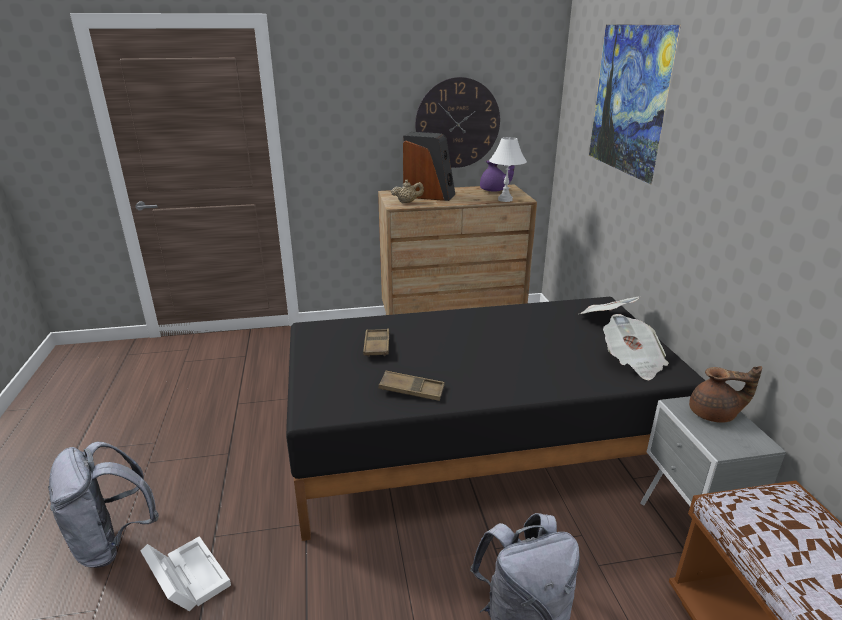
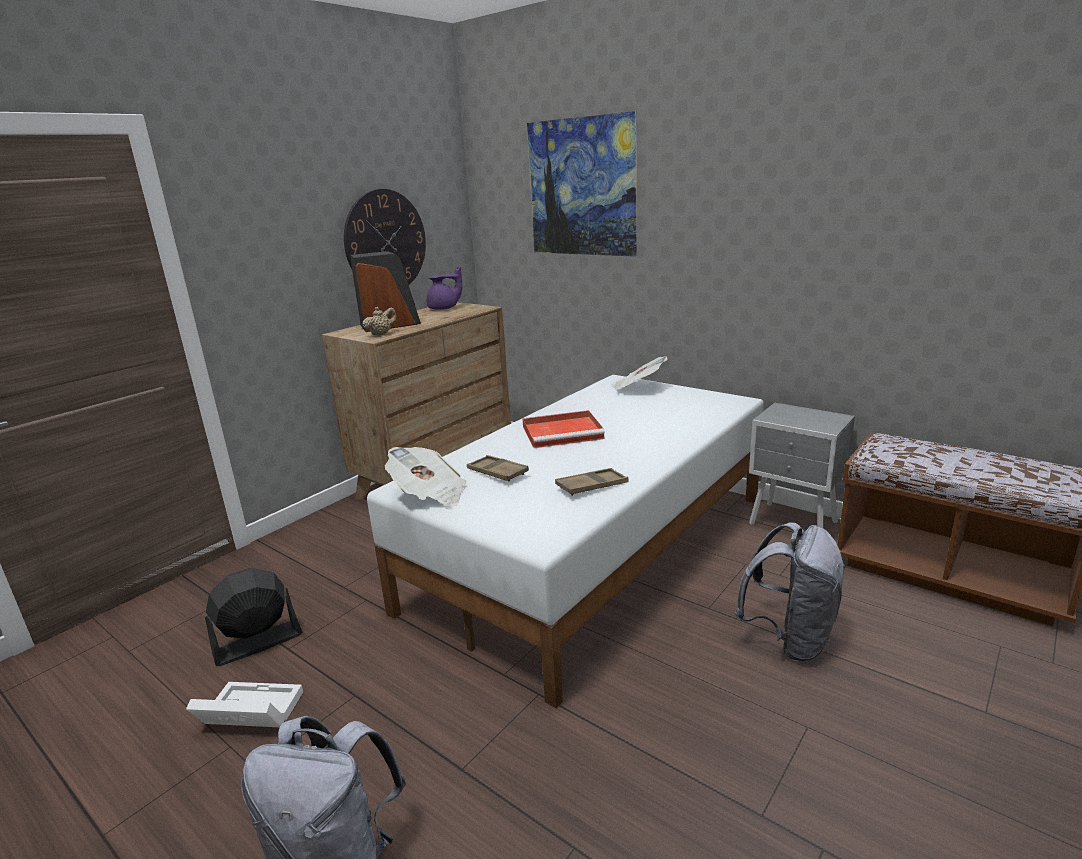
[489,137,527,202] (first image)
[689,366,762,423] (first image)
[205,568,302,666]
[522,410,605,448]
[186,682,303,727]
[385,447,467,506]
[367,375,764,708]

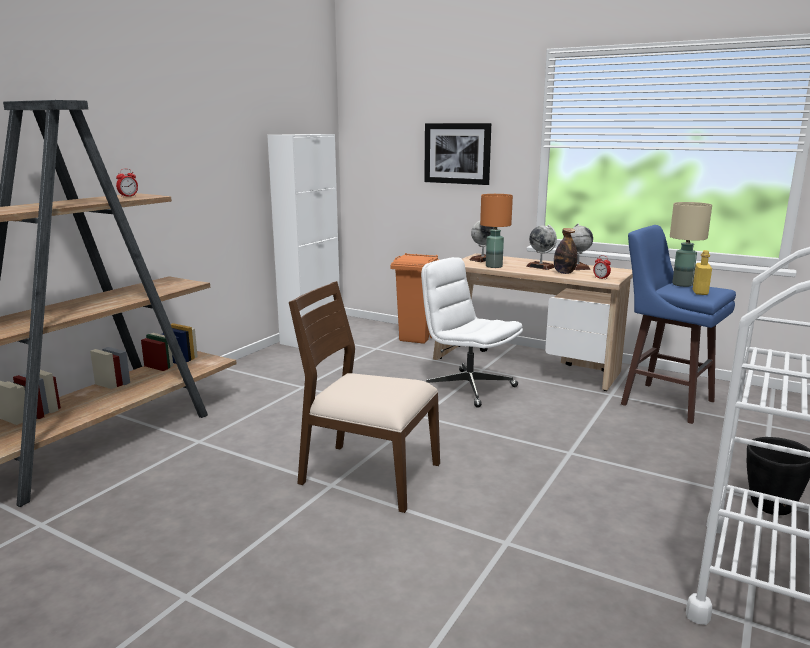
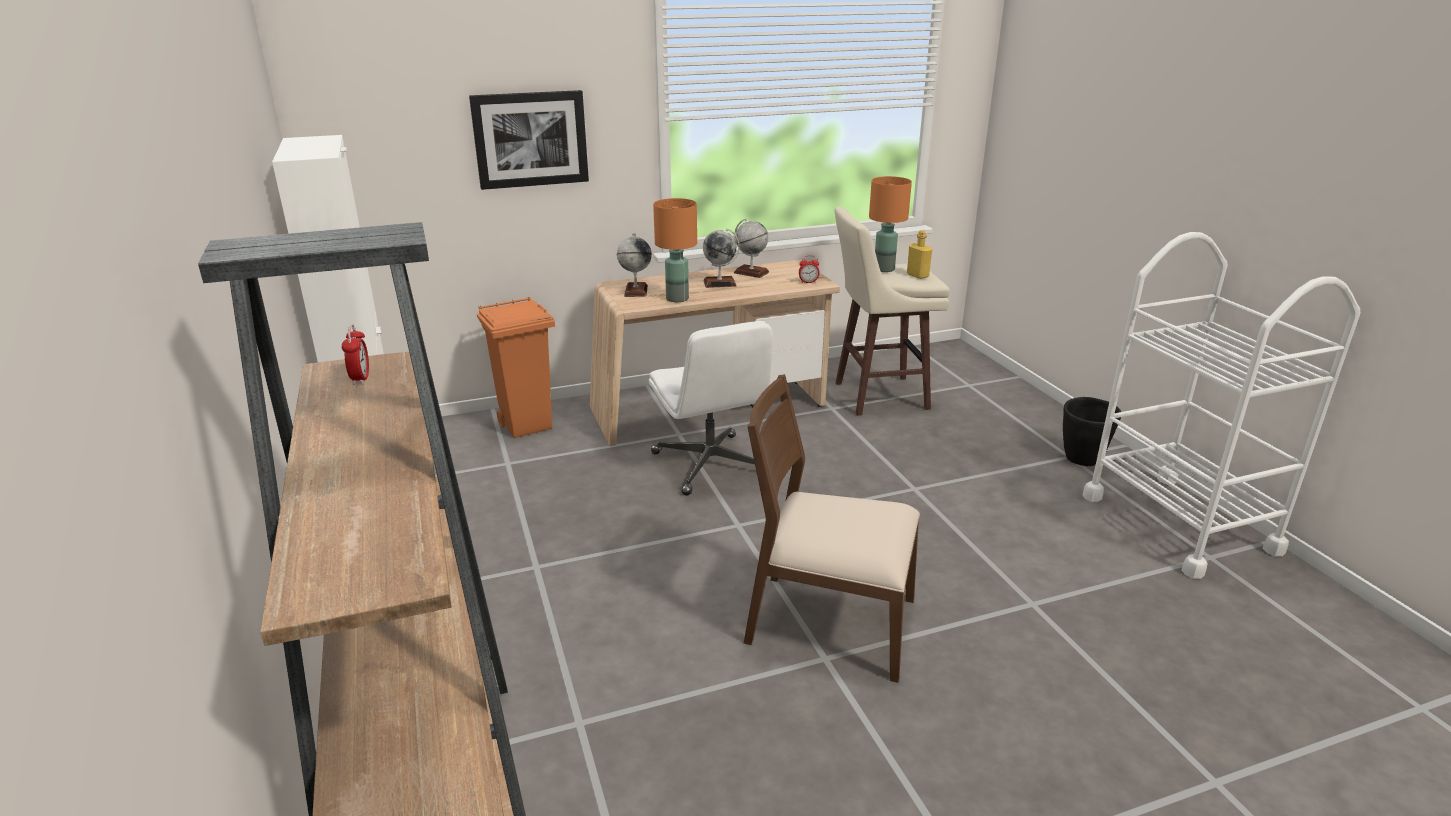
[554,228,578,274] (first image)
[835,207,950,416]
[869,176,912,272]
[744,374,920,683]
[649,321,773,496]

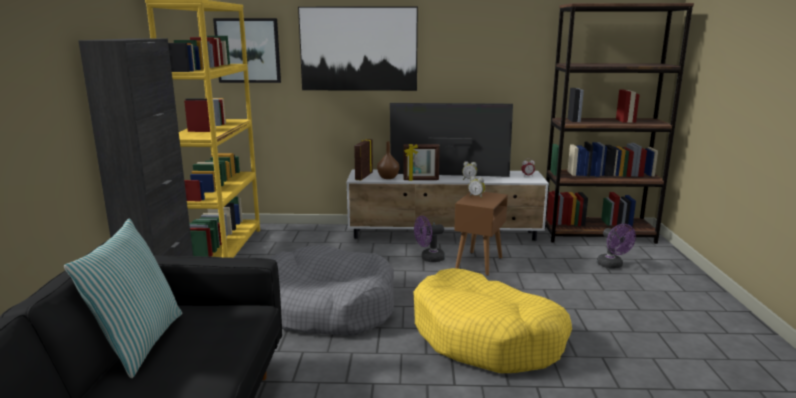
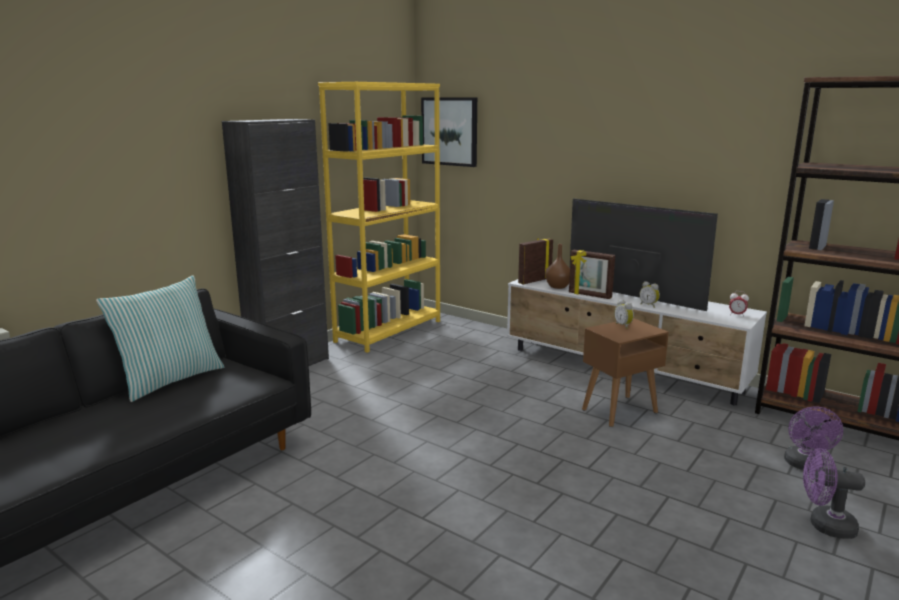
[269,245,394,335] (first image)
[298,7,418,91] (first image)
[413,268,572,373] (first image)
[803,448,865,539]

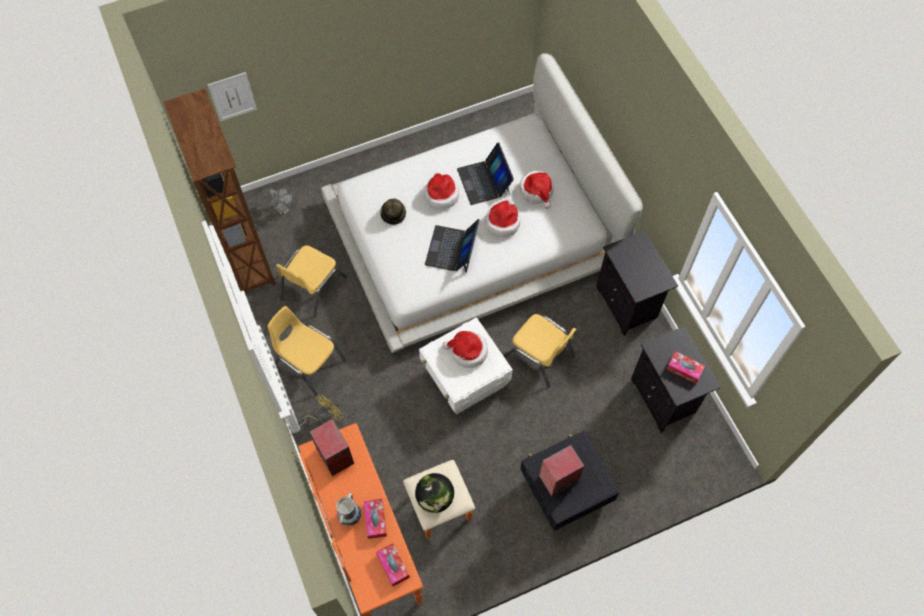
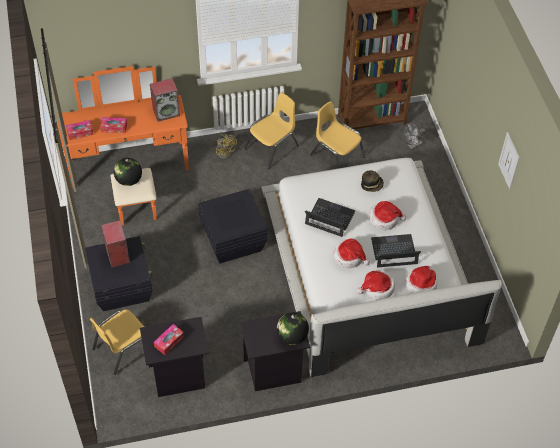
[336,493,361,526] (first image)
[277,312,309,345]
[498,132,520,189]
[405,266,437,293]
[90,310,144,375]
[198,189,267,264]

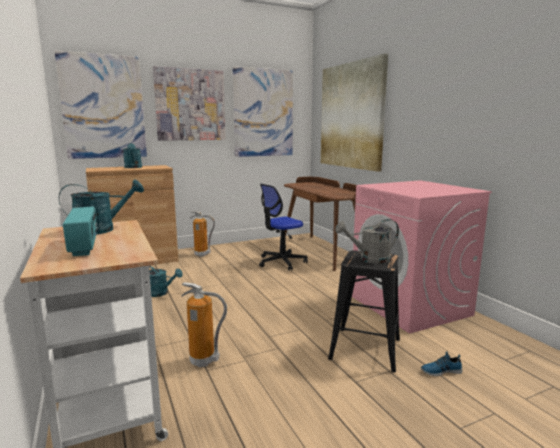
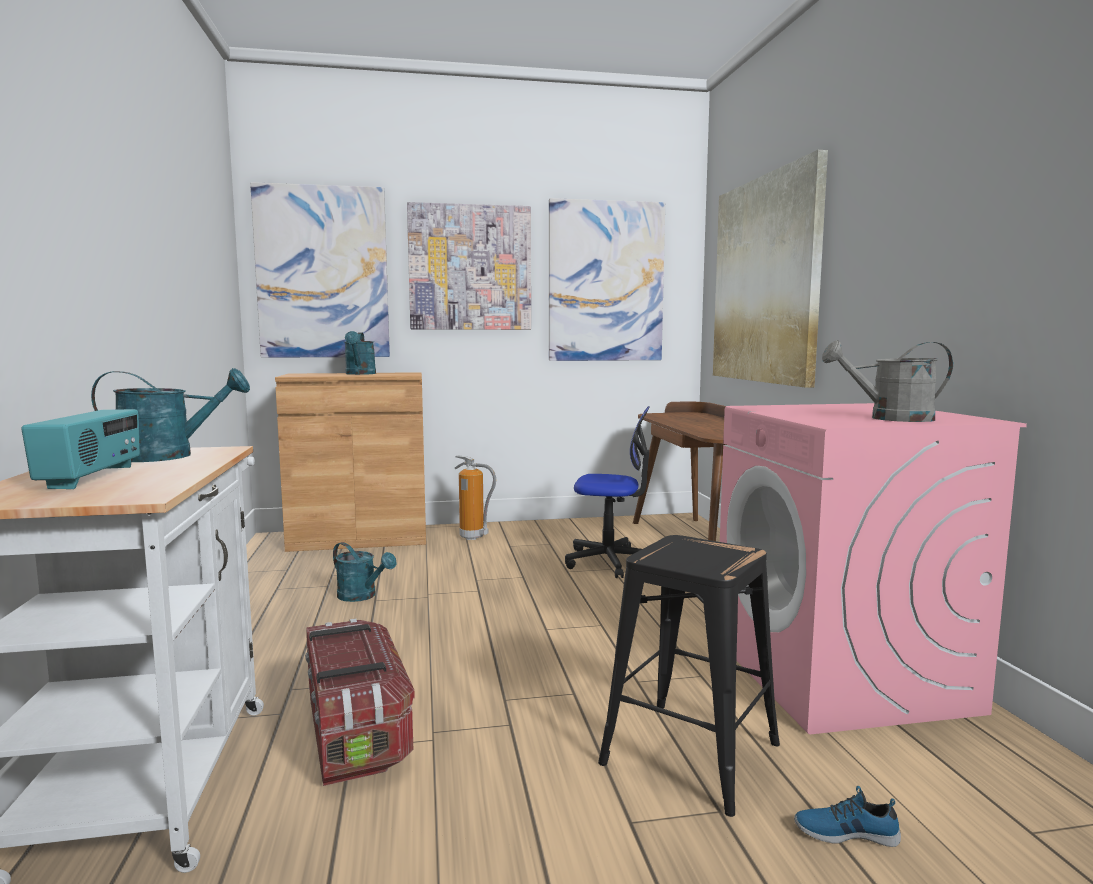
[822,340,953,422]
[305,618,415,786]
[565,406,650,578]

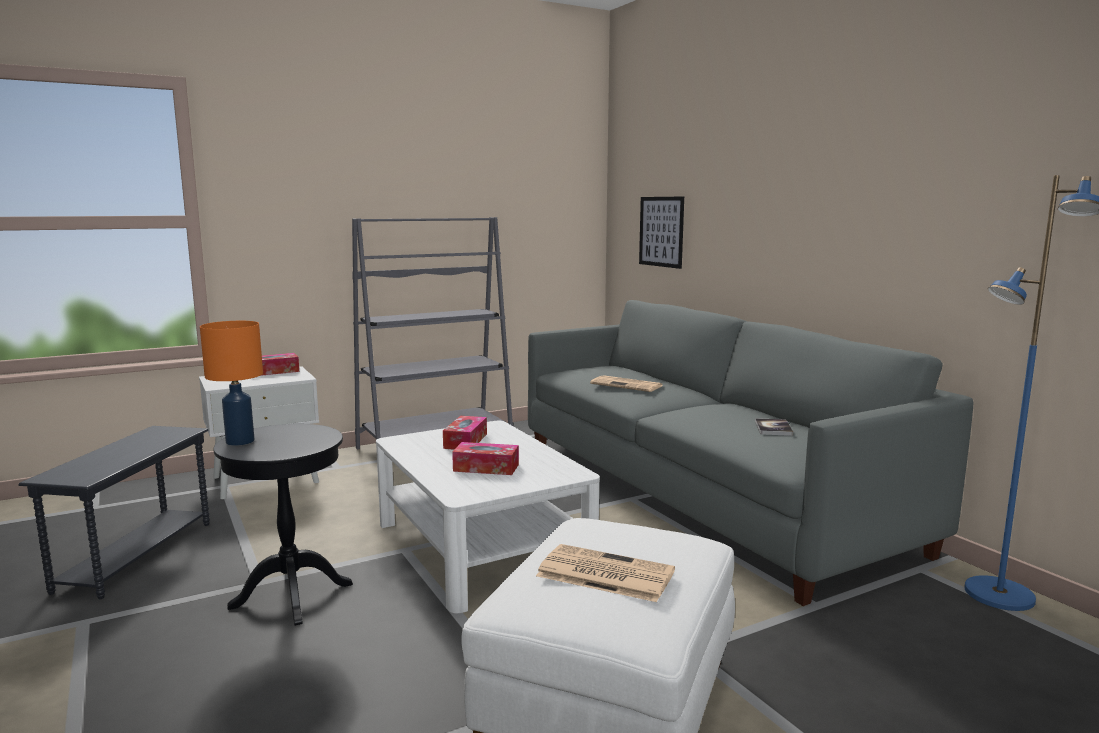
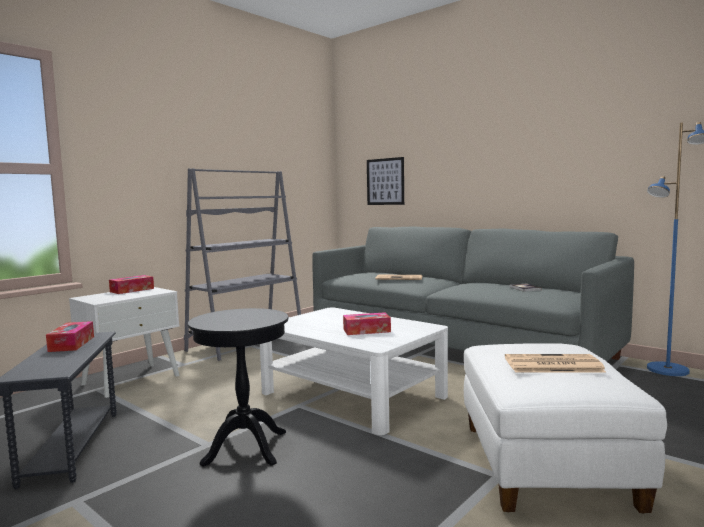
[200,321,263,446] (first image)
[46,321,94,352]

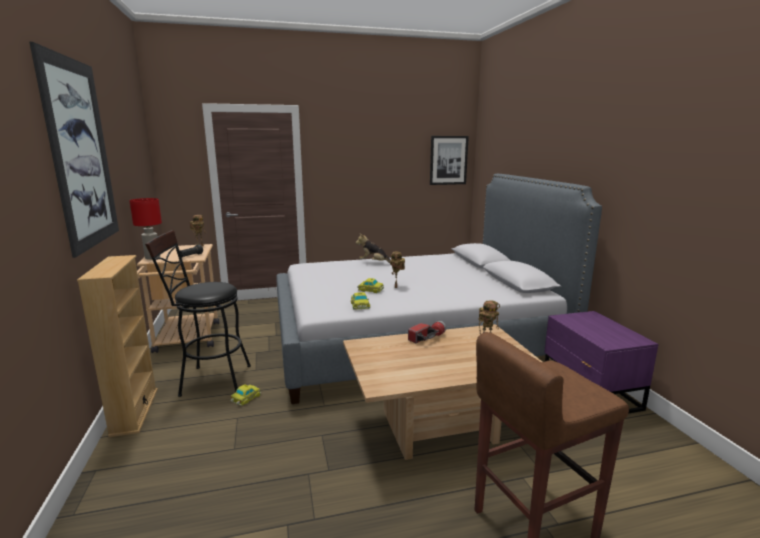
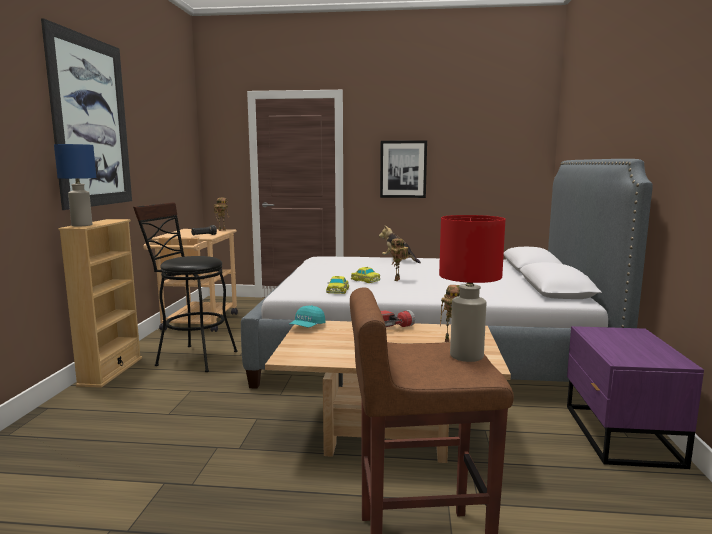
[230,385,261,406] (first image)
[54,144,96,226]
[290,305,326,328]
[439,215,505,362]
[380,140,427,198]

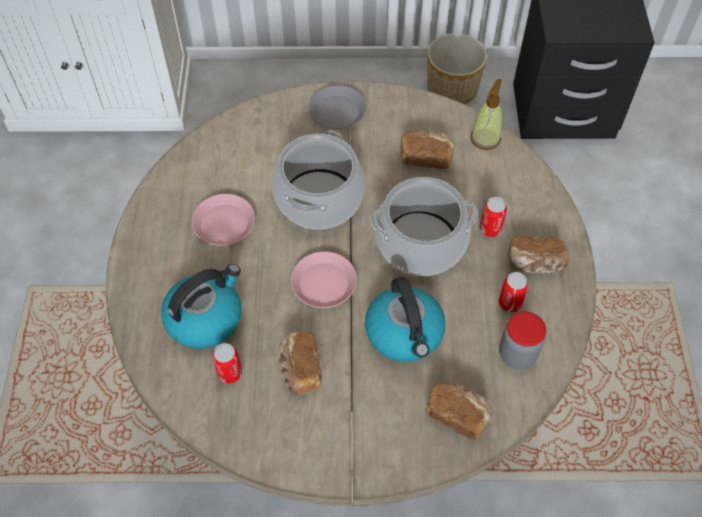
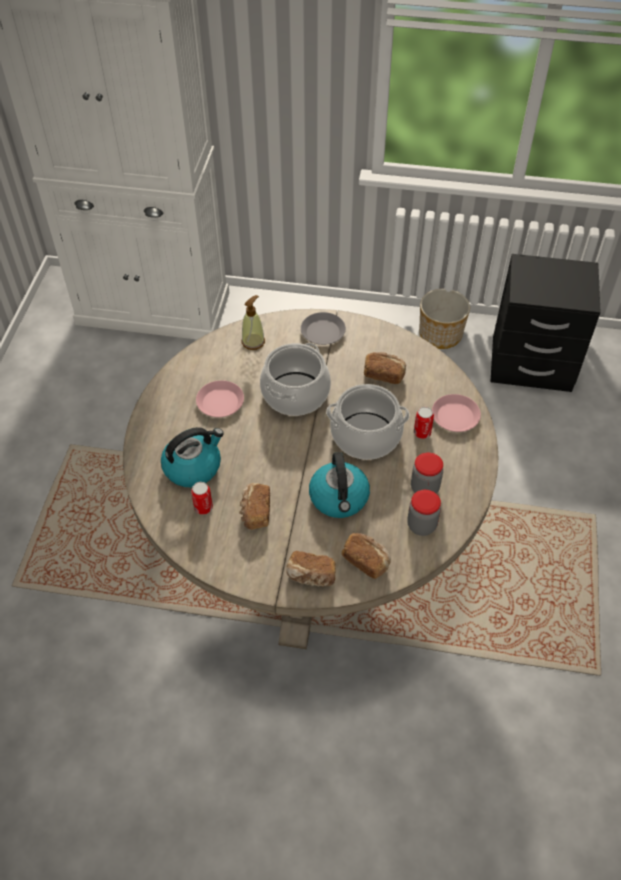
[432,394,481,432]
[242,295,265,350]
[286,551,336,587]
[411,453,443,494]

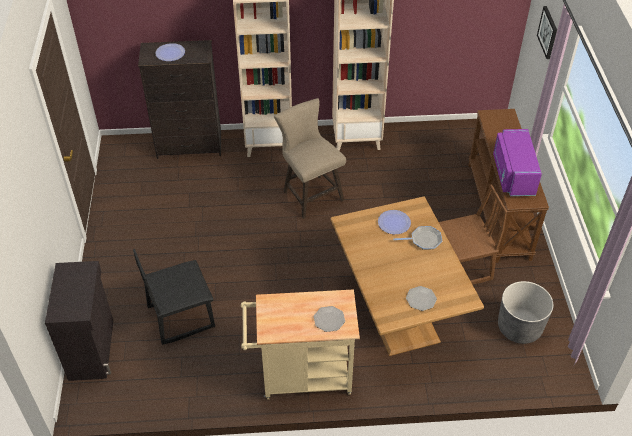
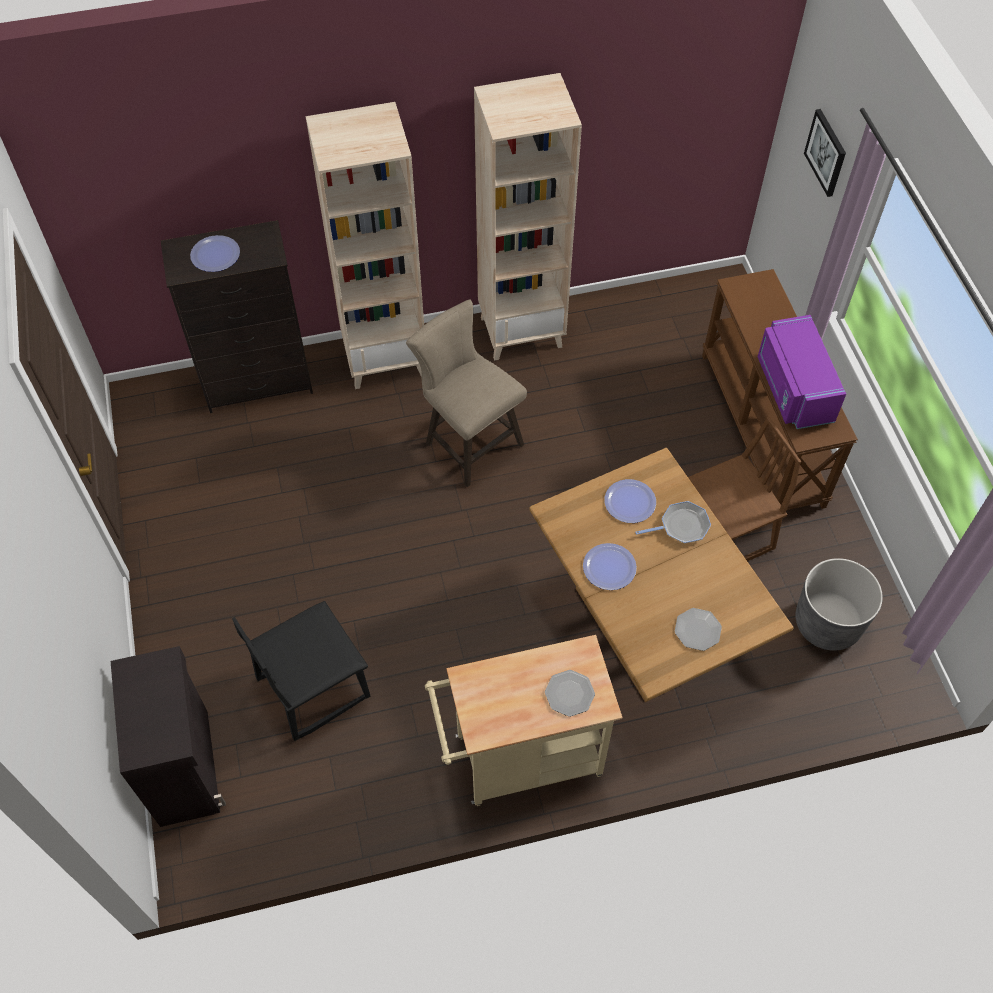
[583,543,637,590]

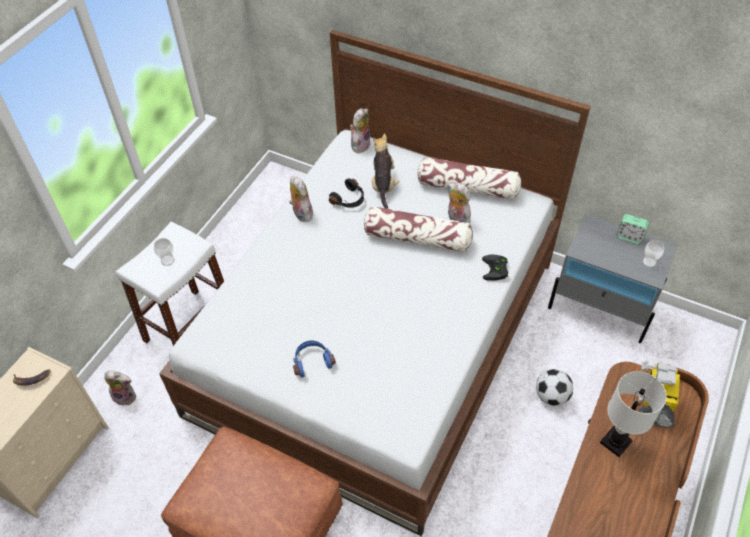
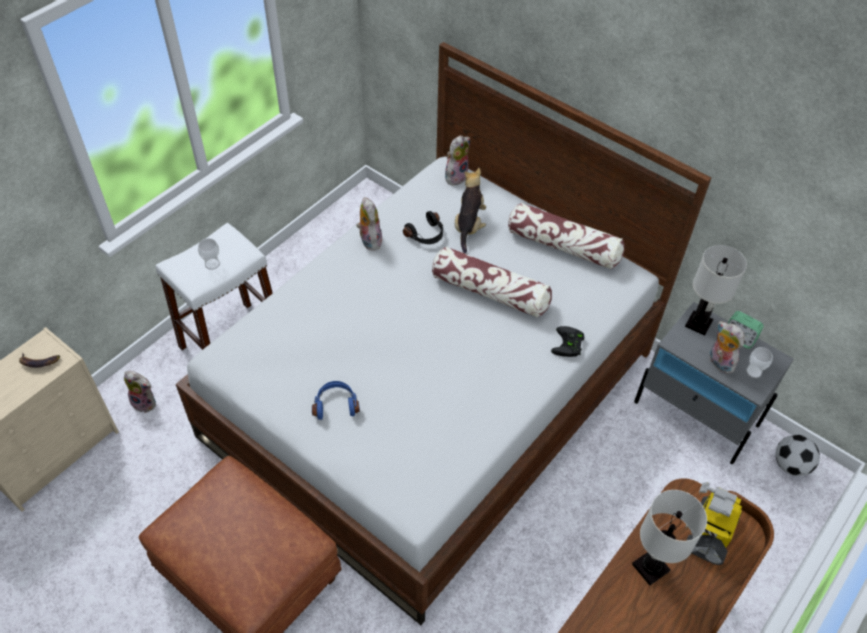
[685,245,747,335]
[710,321,745,374]
[775,435,820,476]

